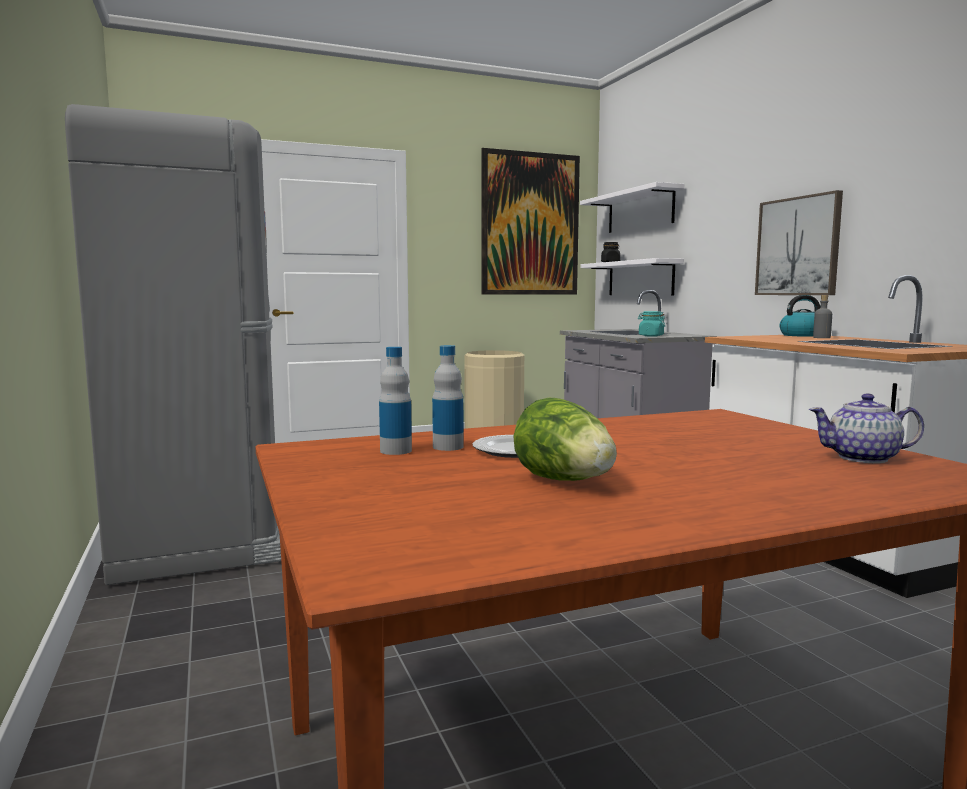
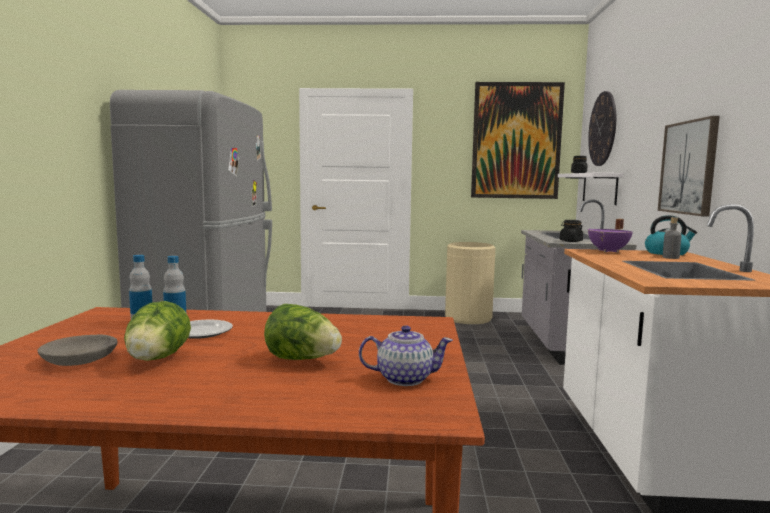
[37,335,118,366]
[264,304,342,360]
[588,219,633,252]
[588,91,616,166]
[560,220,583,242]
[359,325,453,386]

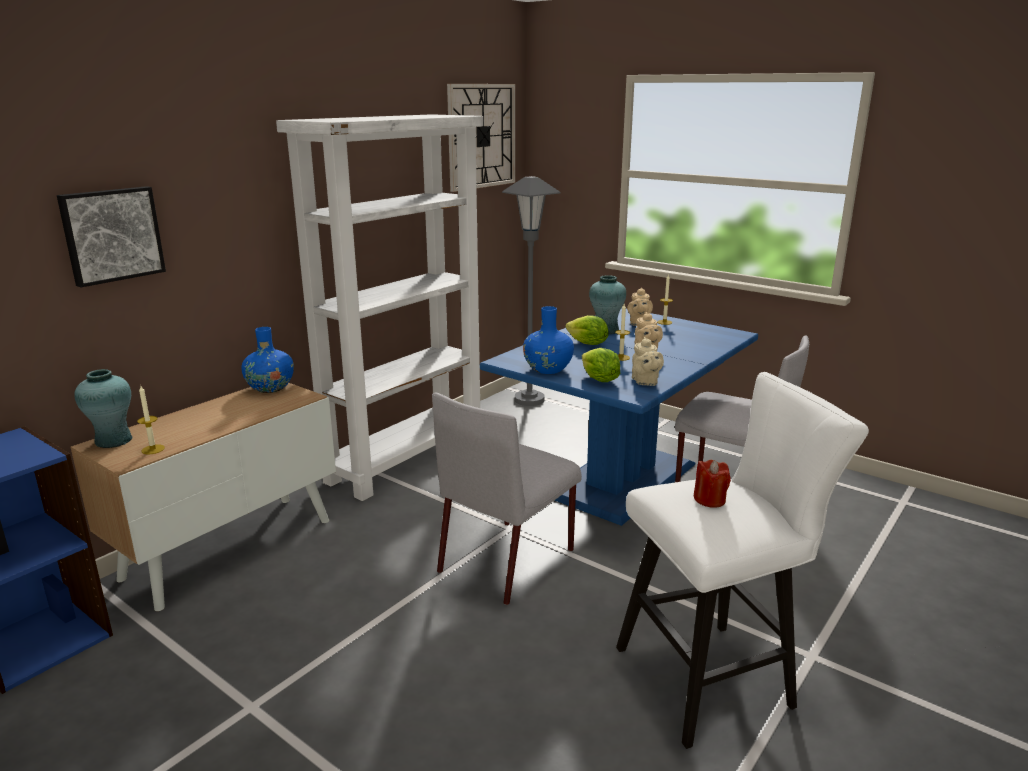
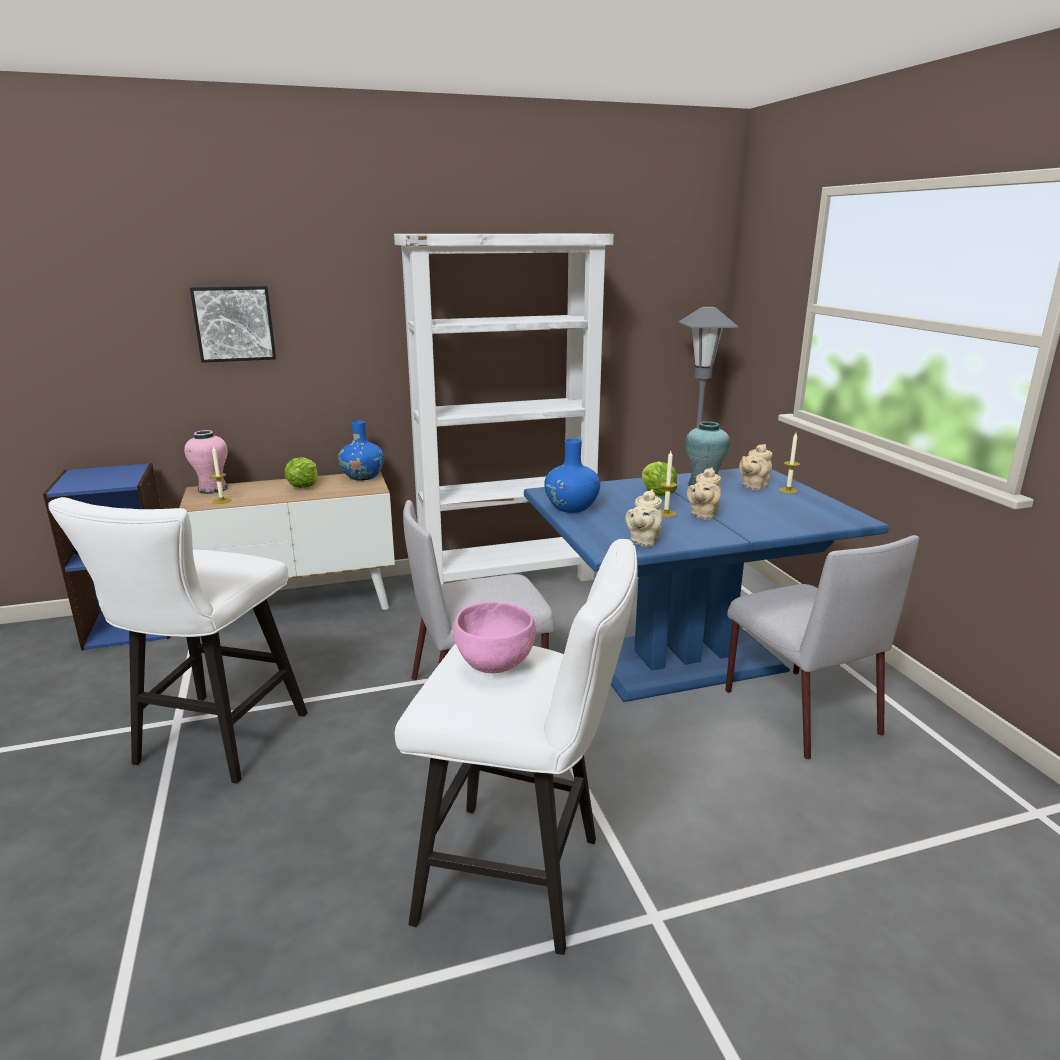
[447,84,515,192] (first image)
[48,497,308,784]
[285,457,318,488]
[454,602,536,673]
[184,430,228,494]

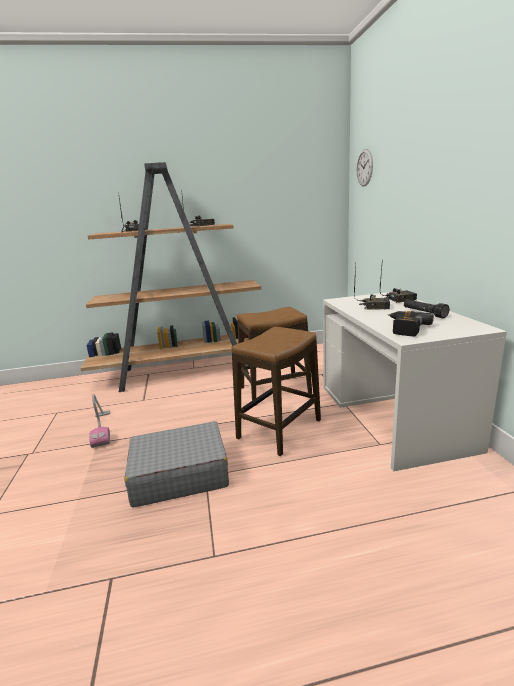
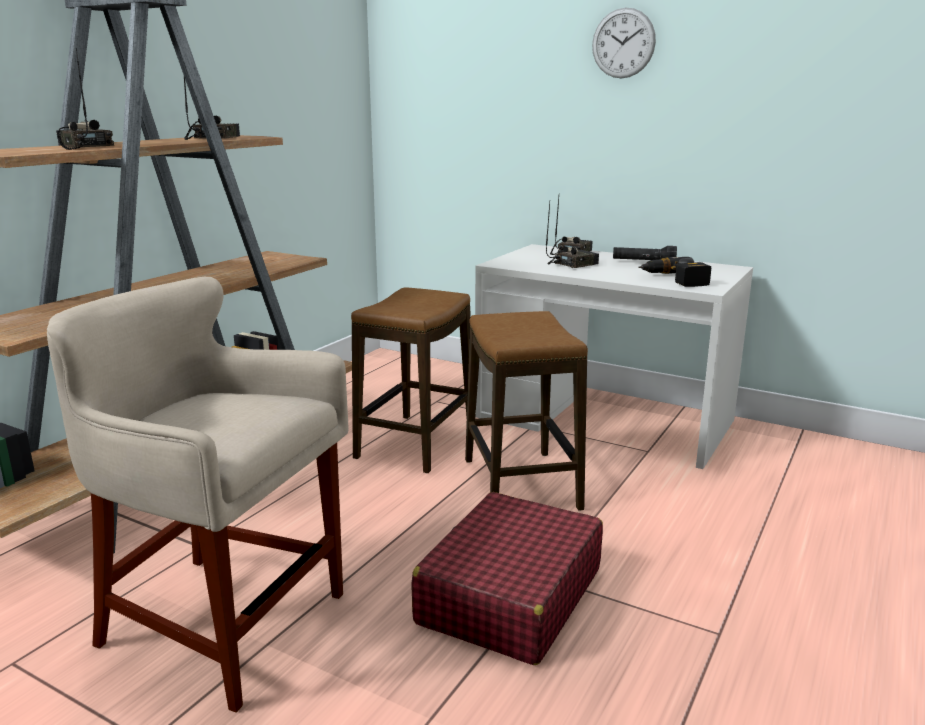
[592,8,656,78]
[47,277,349,713]
[411,492,603,665]

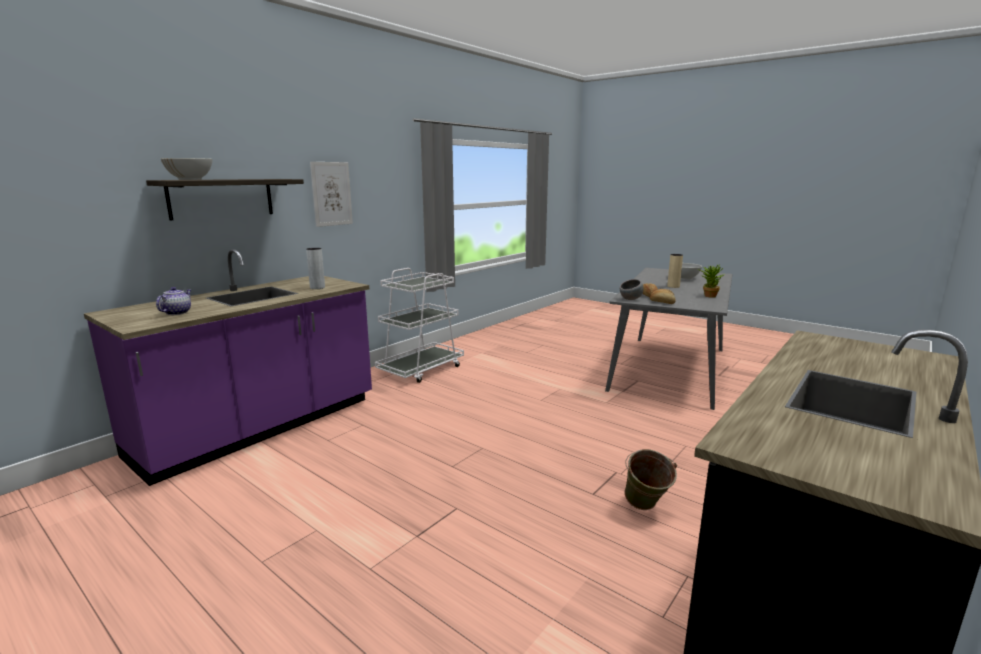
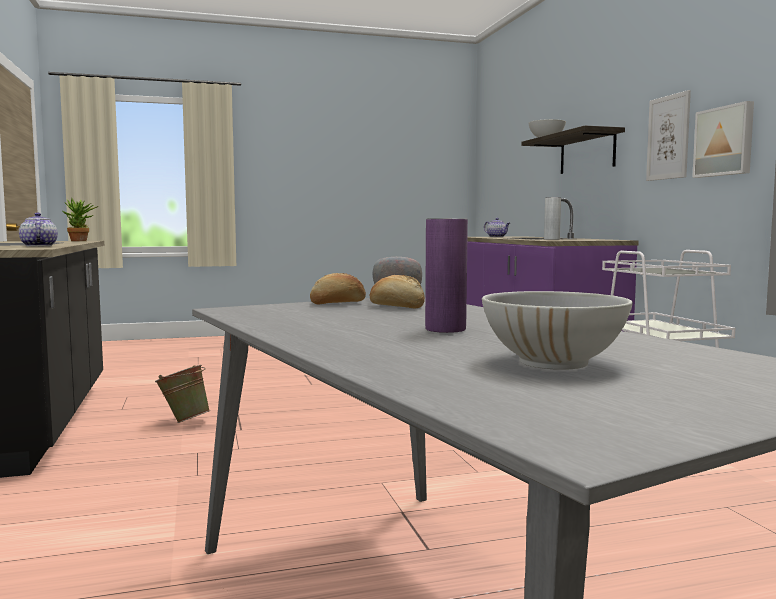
[19,212,58,246]
[692,101,754,178]
[62,198,98,241]
[425,218,468,333]

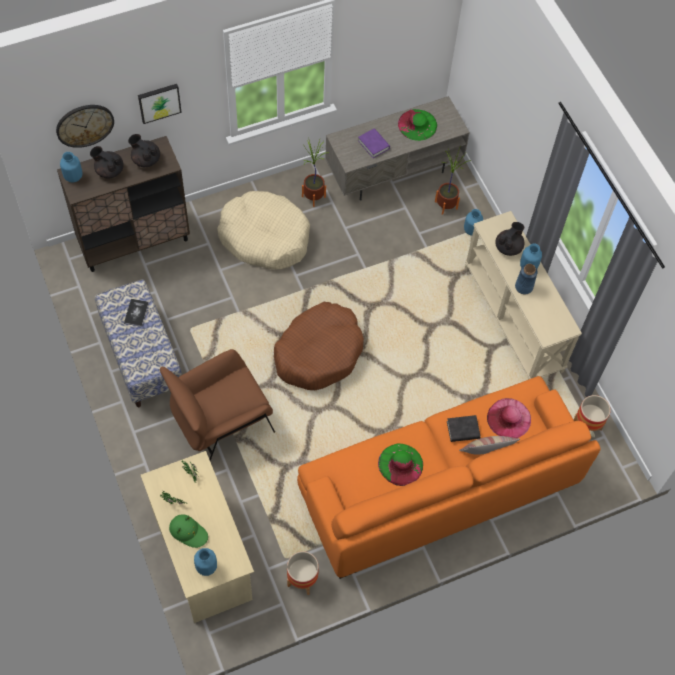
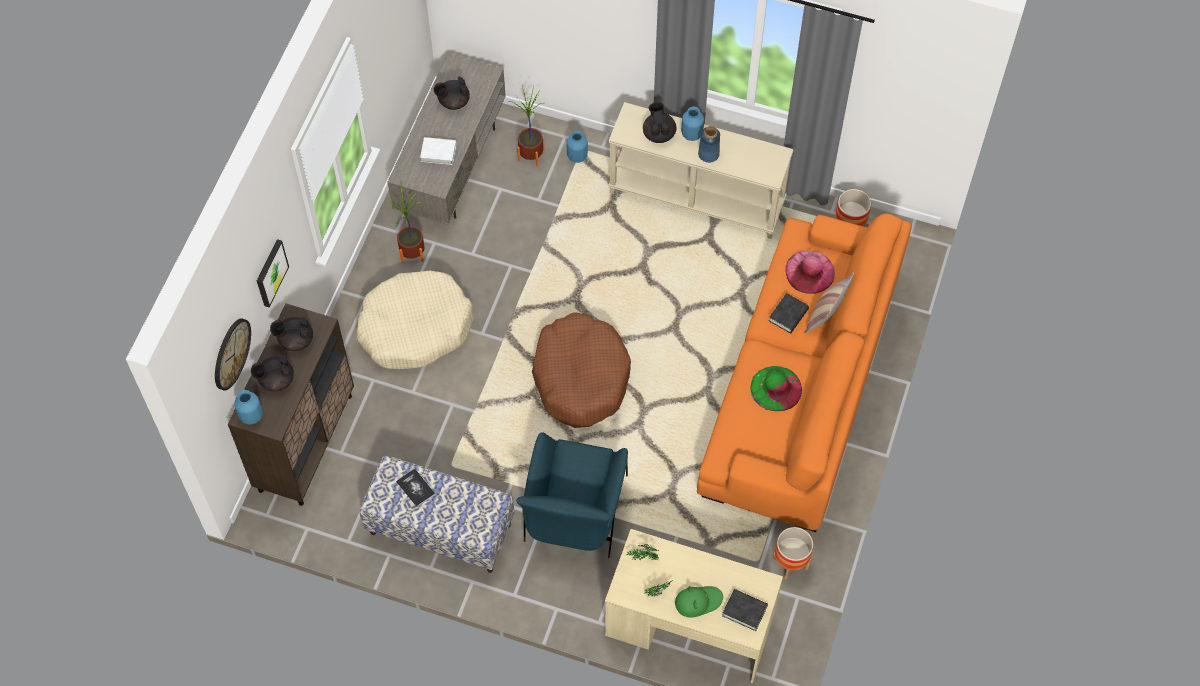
[722,589,768,631]
[433,77,470,110]
[516,432,628,558]
[420,137,456,165]

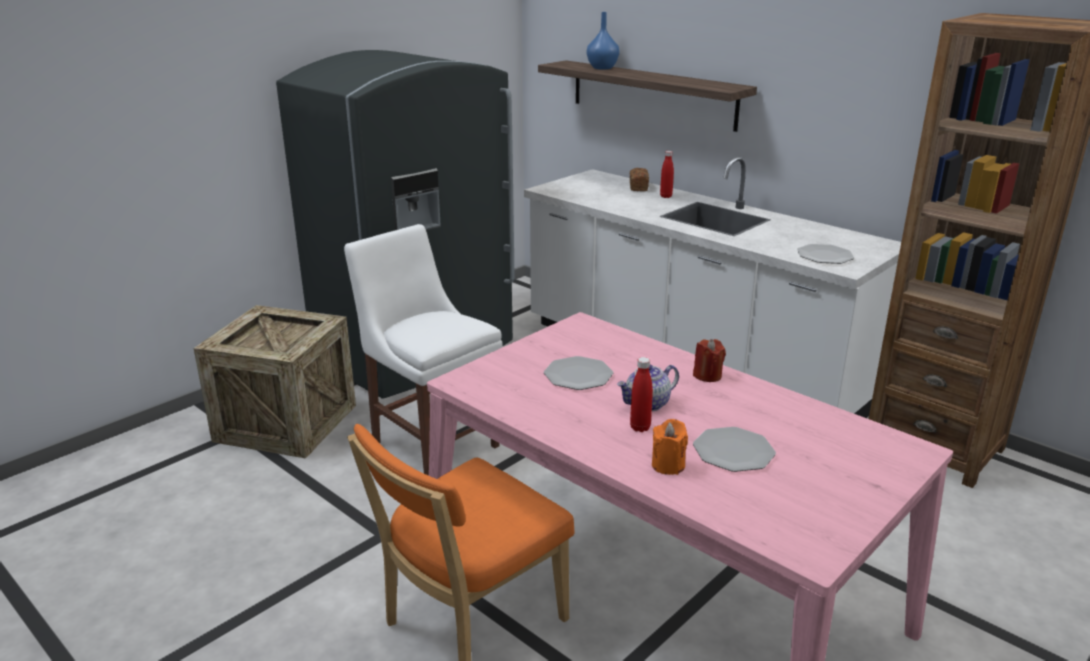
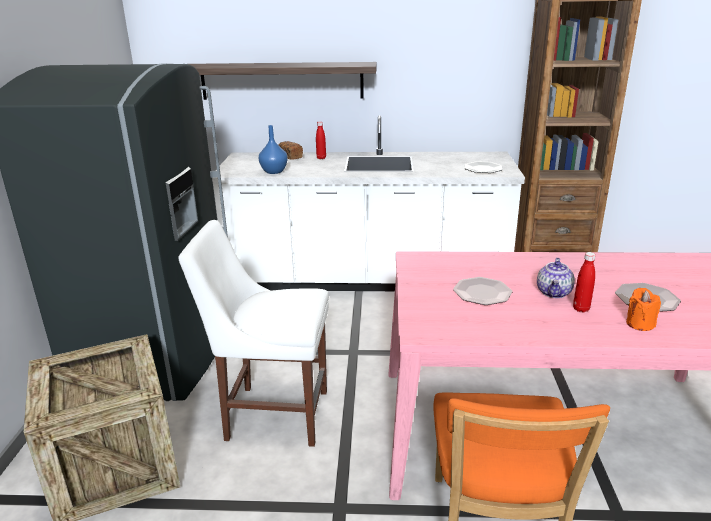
[693,339,726,382] (first image)
[259,125,288,174]

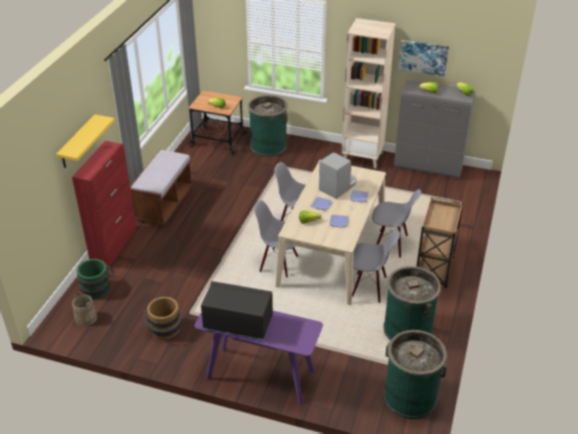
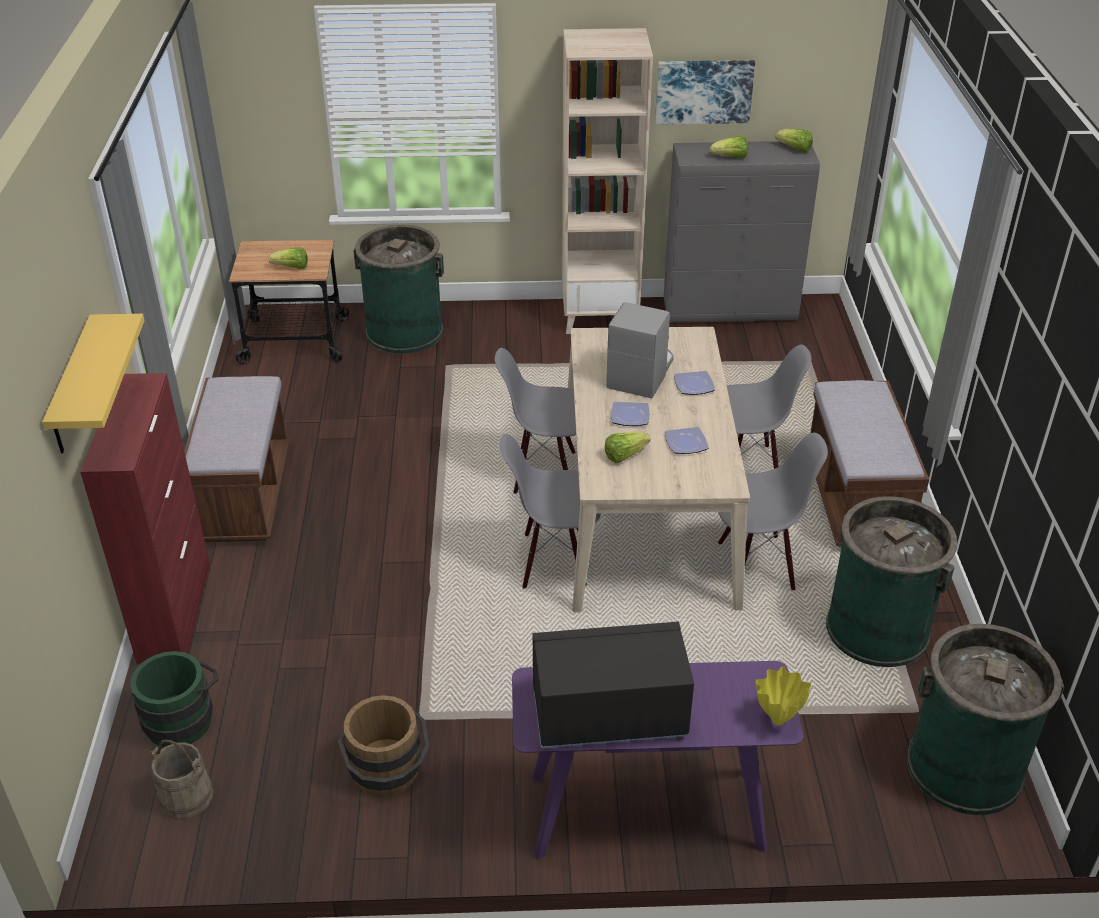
[756,666,811,726]
[810,380,929,547]

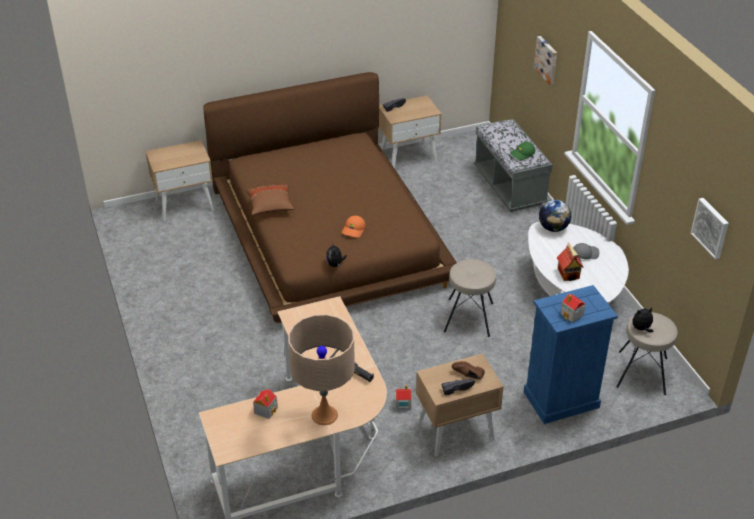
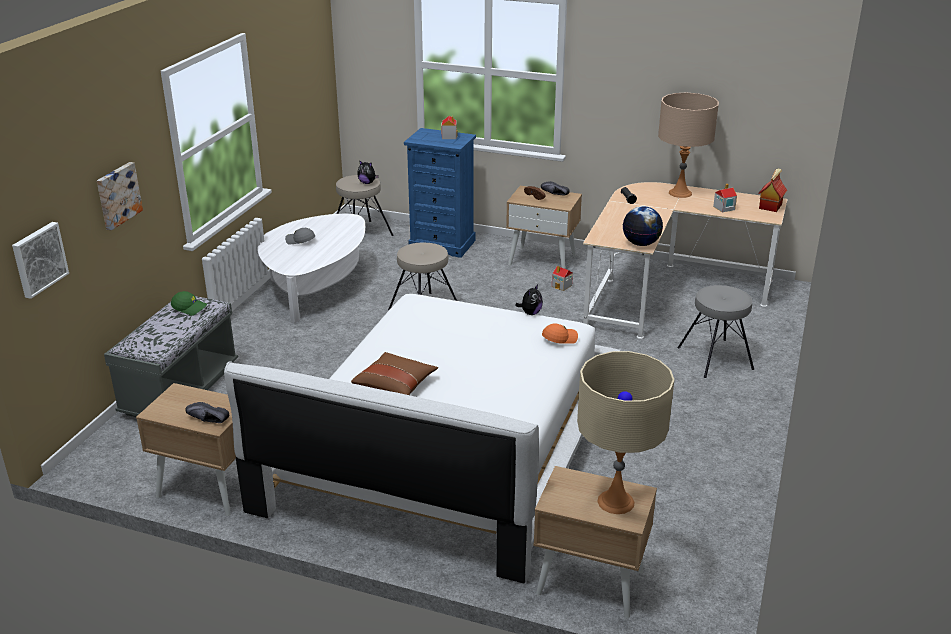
[577,351,674,514]
[678,285,754,378]
[351,352,438,395]
[542,323,578,344]
[623,206,663,246]
[758,168,787,212]
[12,222,69,299]
[224,294,621,584]

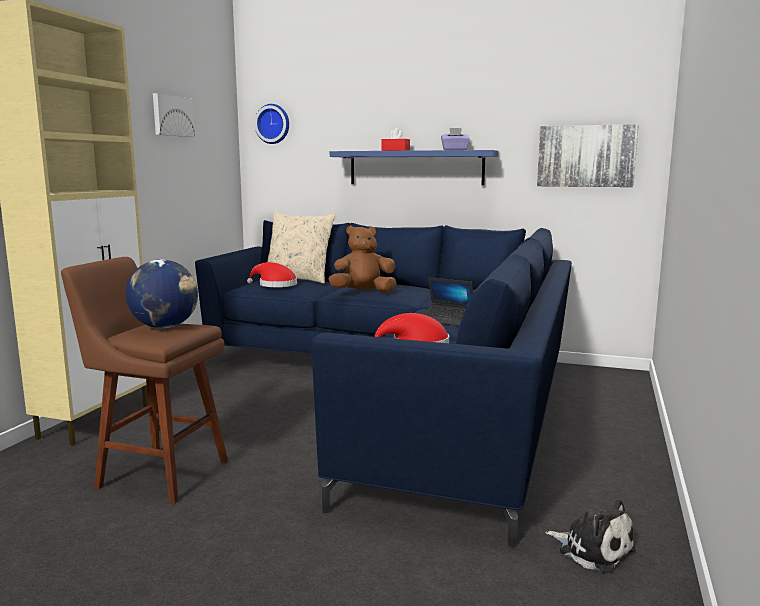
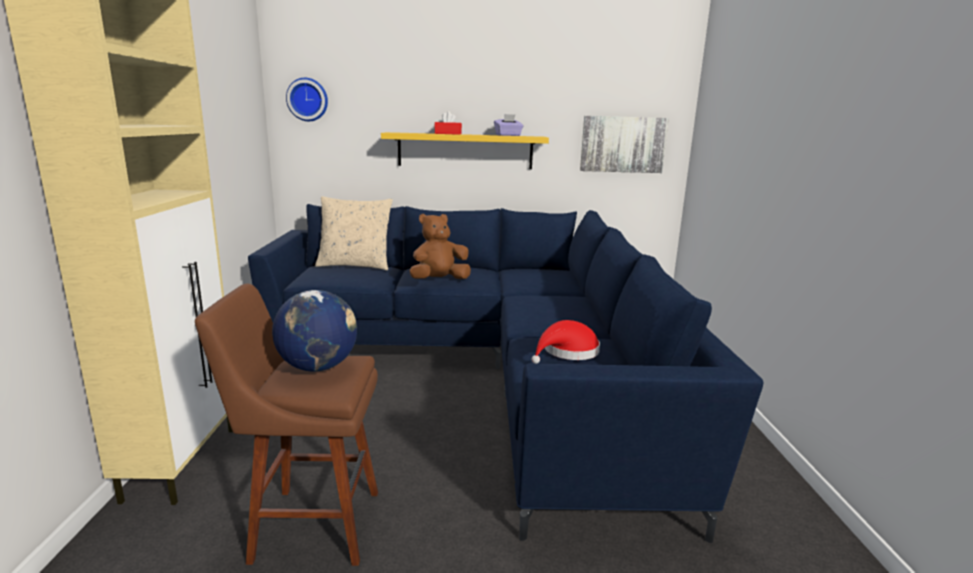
[153,93,195,137] (first image)
[247,262,297,287] (first image)
[424,277,473,326] (first image)
[546,499,635,573] (first image)
[381,132,549,169]

